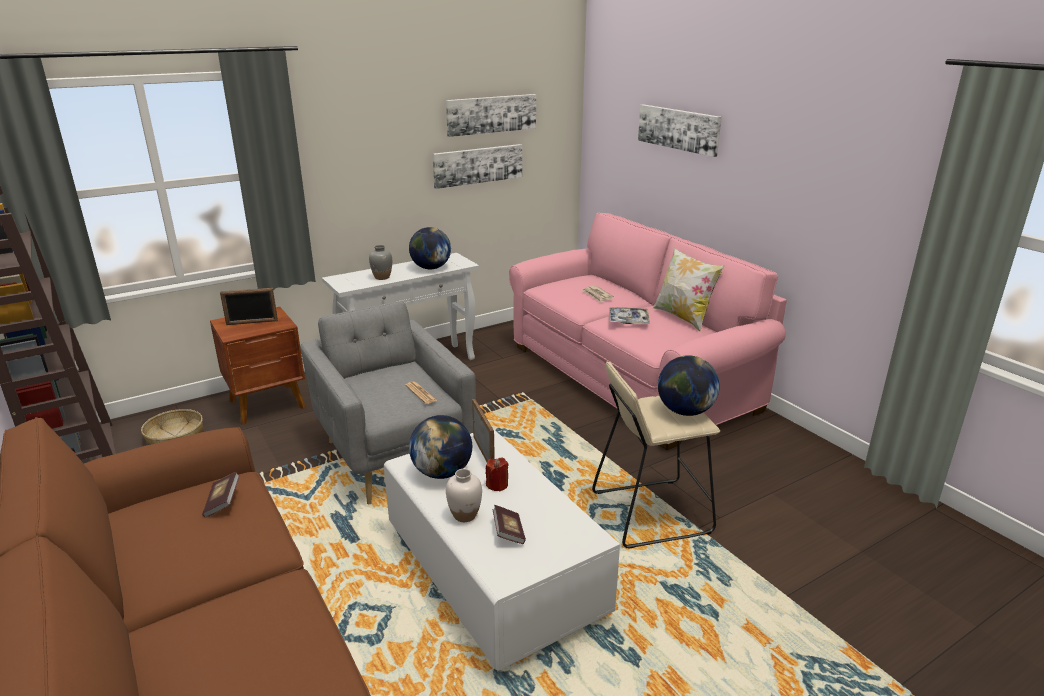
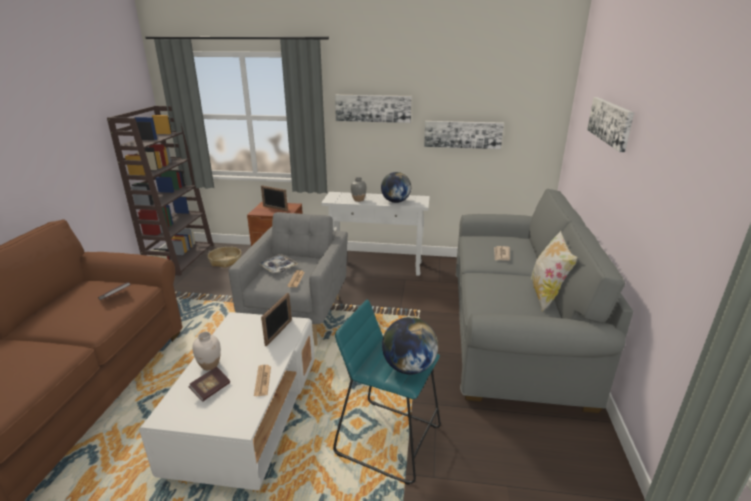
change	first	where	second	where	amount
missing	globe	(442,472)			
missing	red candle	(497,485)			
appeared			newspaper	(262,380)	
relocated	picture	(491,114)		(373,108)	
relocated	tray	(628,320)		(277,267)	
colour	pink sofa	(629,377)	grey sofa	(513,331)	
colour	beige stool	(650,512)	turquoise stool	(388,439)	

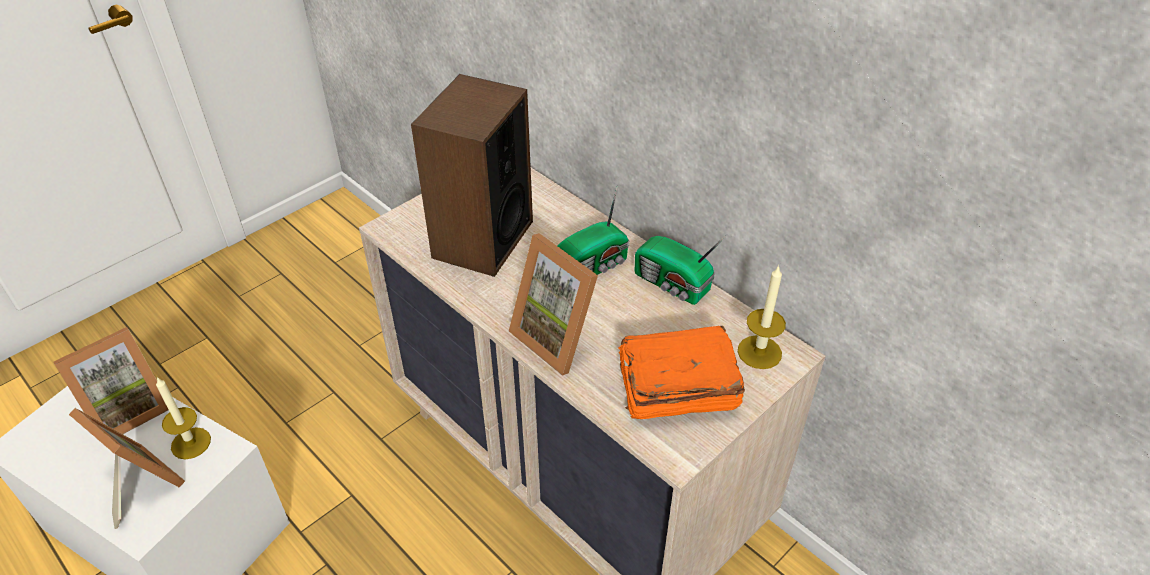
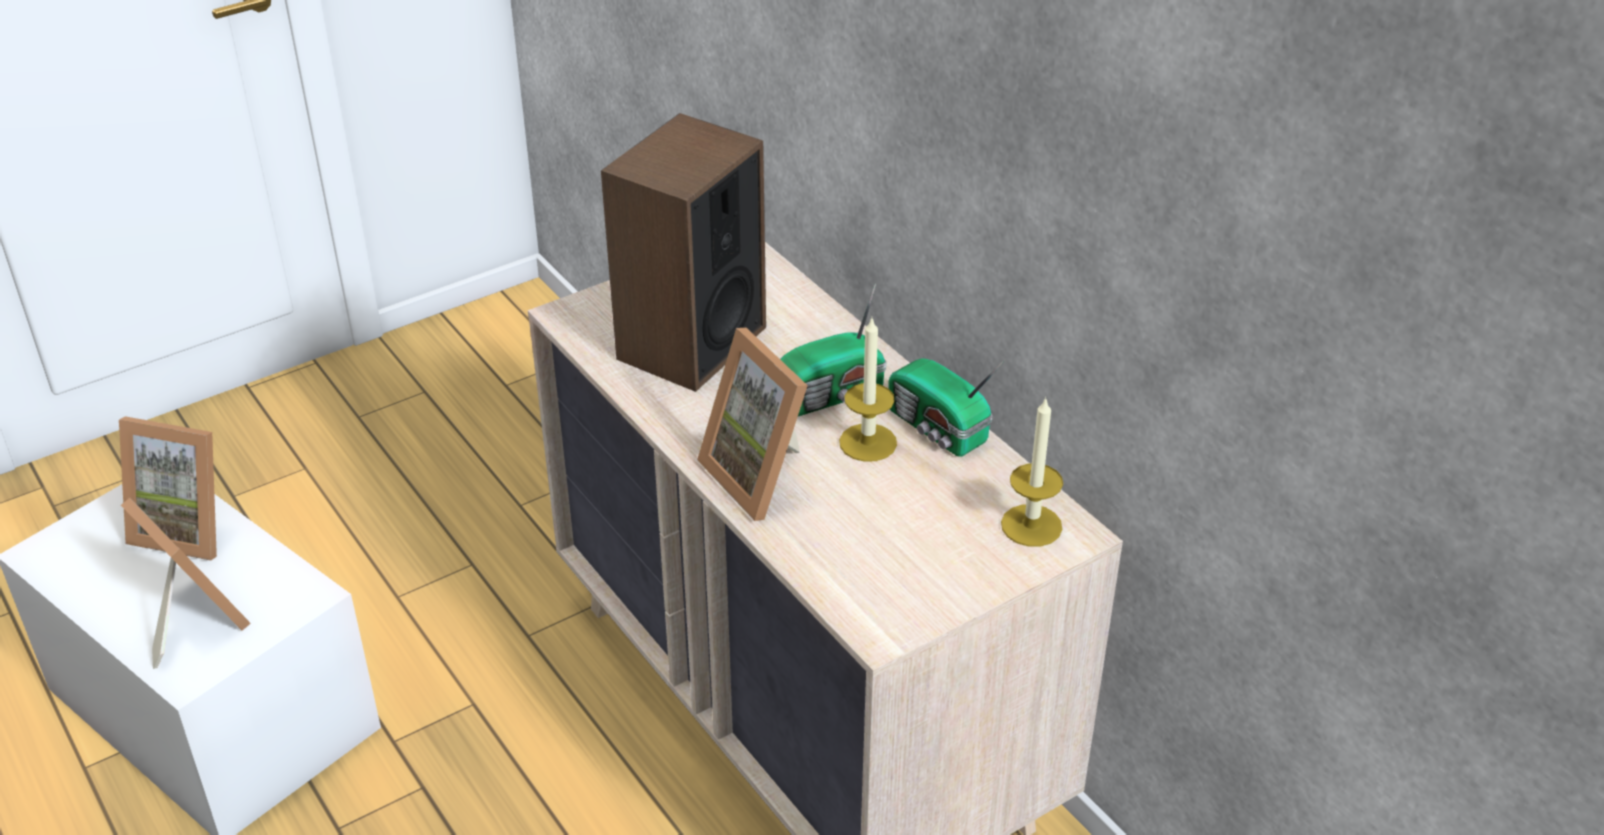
change	first	where	second	where	amount
missing	orange book	(675,388)			
relocated	candle	(191,443)		(868,442)	
spun	picture frame	(128,410)		(188,528)	45 degrees clockwise

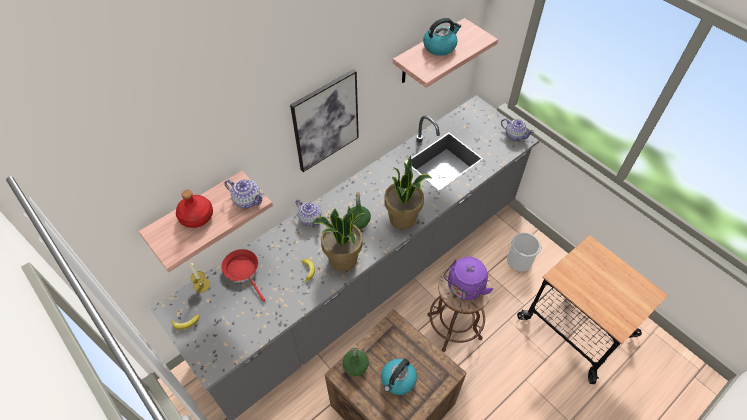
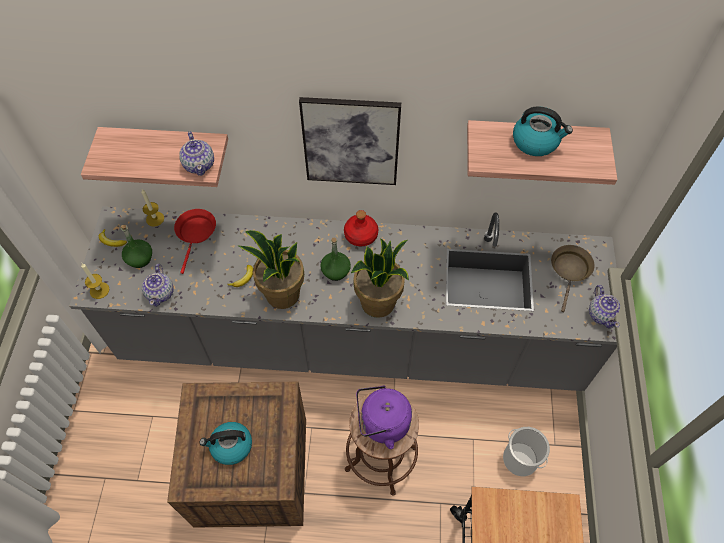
change	first	where	second	where	amount
appeared			candle	(99,290)	
appeared			brown frying pan	(570,271)	
relocated	red bottle	(196,217)		(360,235)	
relocated	teapot	(310,218)		(161,293)	
relocated	green bottle	(355,366)		(140,258)	

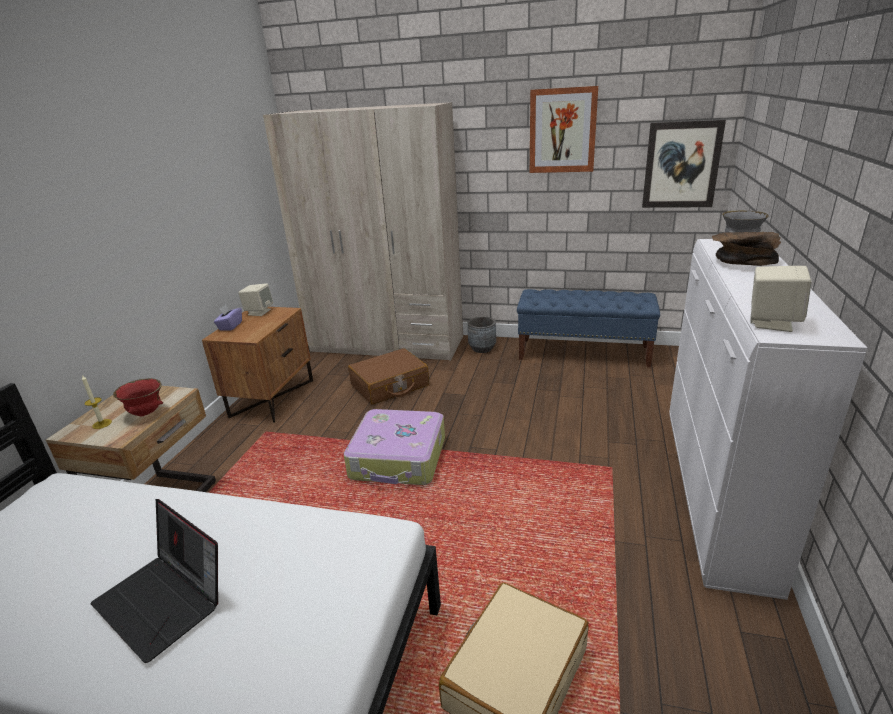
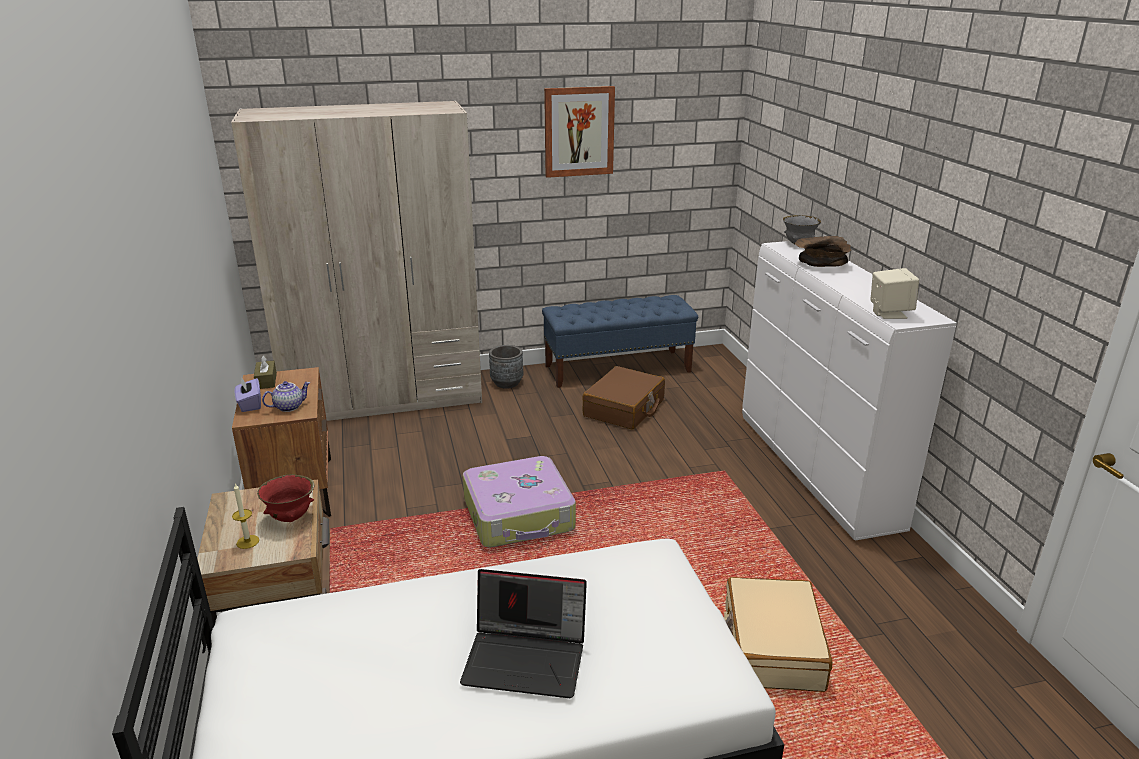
change	first	where	second	where	amount
missing	picture	(681,165)			
appeared			teapot	(289,407)	
relocated	brown suitcase	(390,386)		(624,408)	
exchanged	beige speaker	(259,312)	brown tissue box	(266,381)	

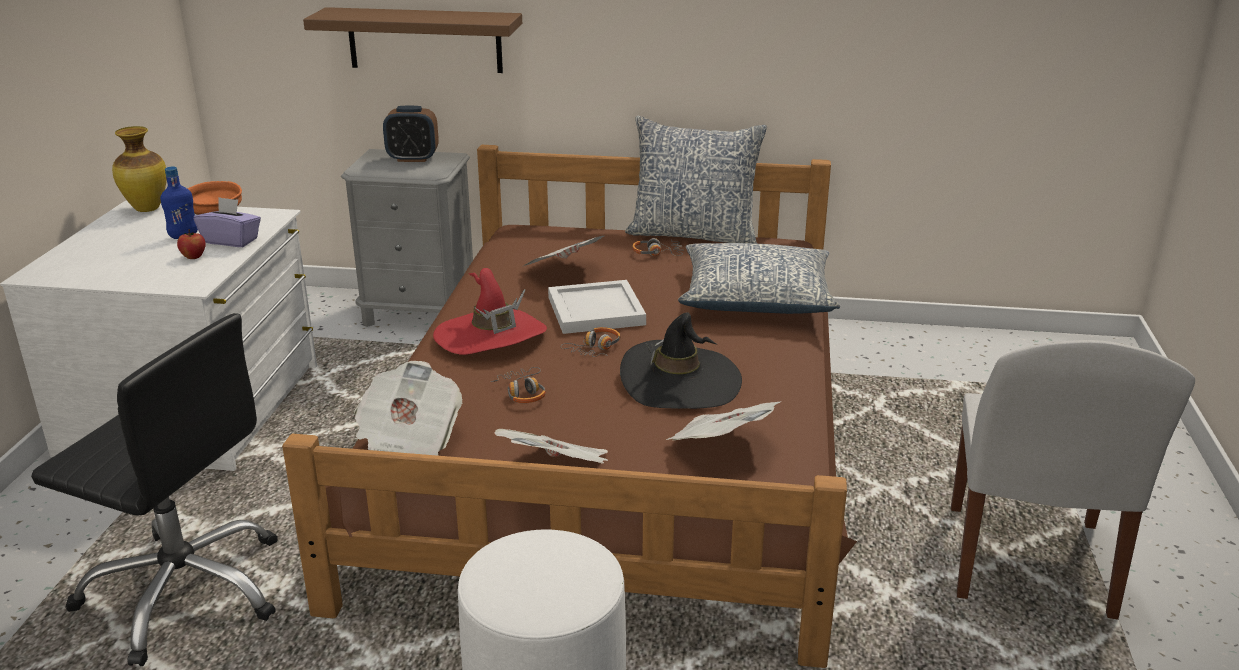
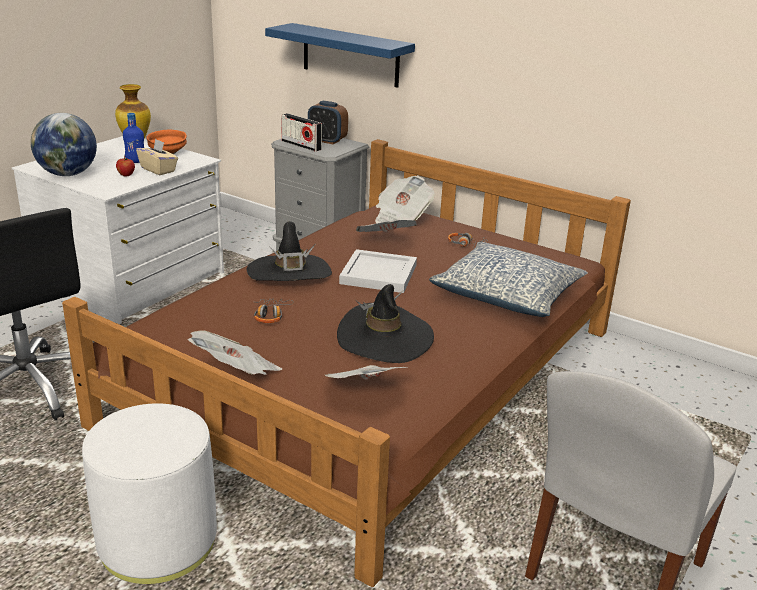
change	first	where	second	where	amount
missing	headphones	(595,348)			
missing	pillow	(693,234)			
appeared			globe	(67,174)	
appeared			radio	(301,145)	
relocated	newspaper	(407,444)		(401,217)	
colour	purple tissue box	(231,240)	beige tissue box	(158,170)	
colour	brown shelf	(424,40)	blue shelf	(350,55)	
colour	red hat	(490,336)	black hat	(289,273)	

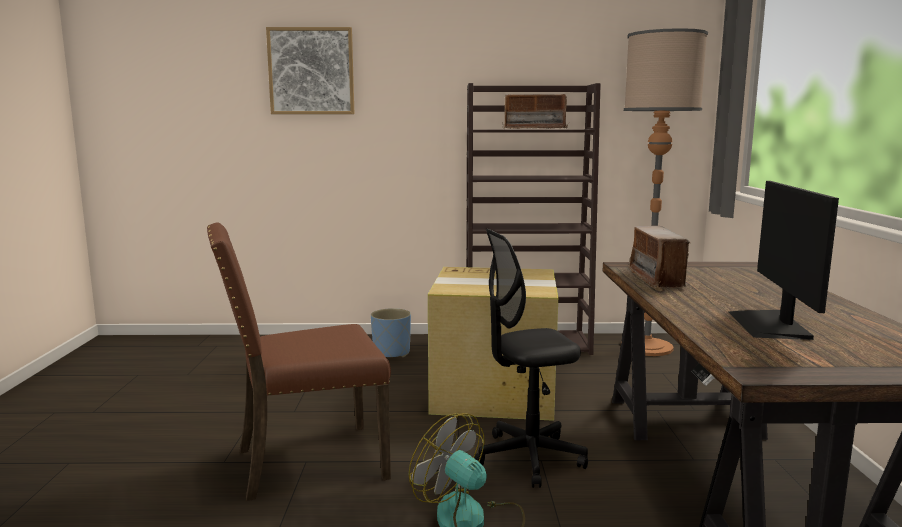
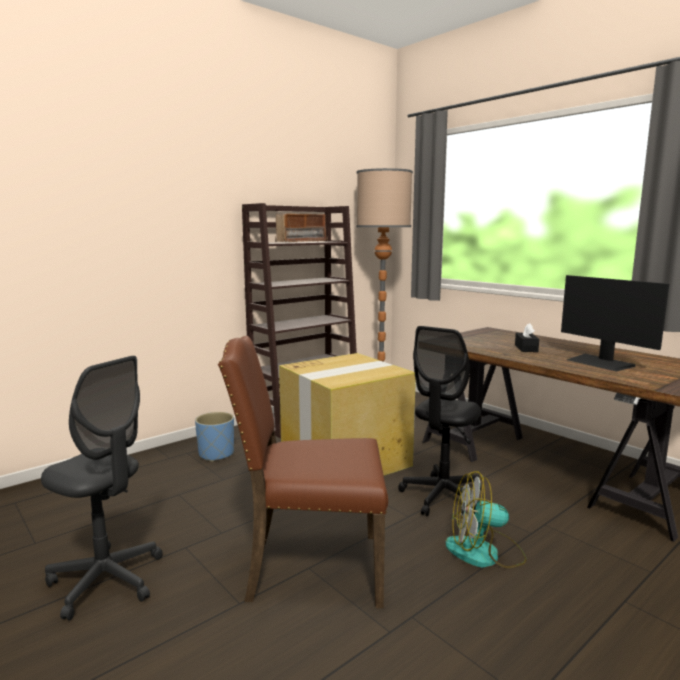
change	first	where	second	where	amount
missing	picture	(311,71)			
missing	radio	(657,279)			
appeared			grey office chair	(106,580)	
appeared			black tissue box	(526,348)	
spun	brown chair	(307,462)		(311,568)	60 degrees clockwise

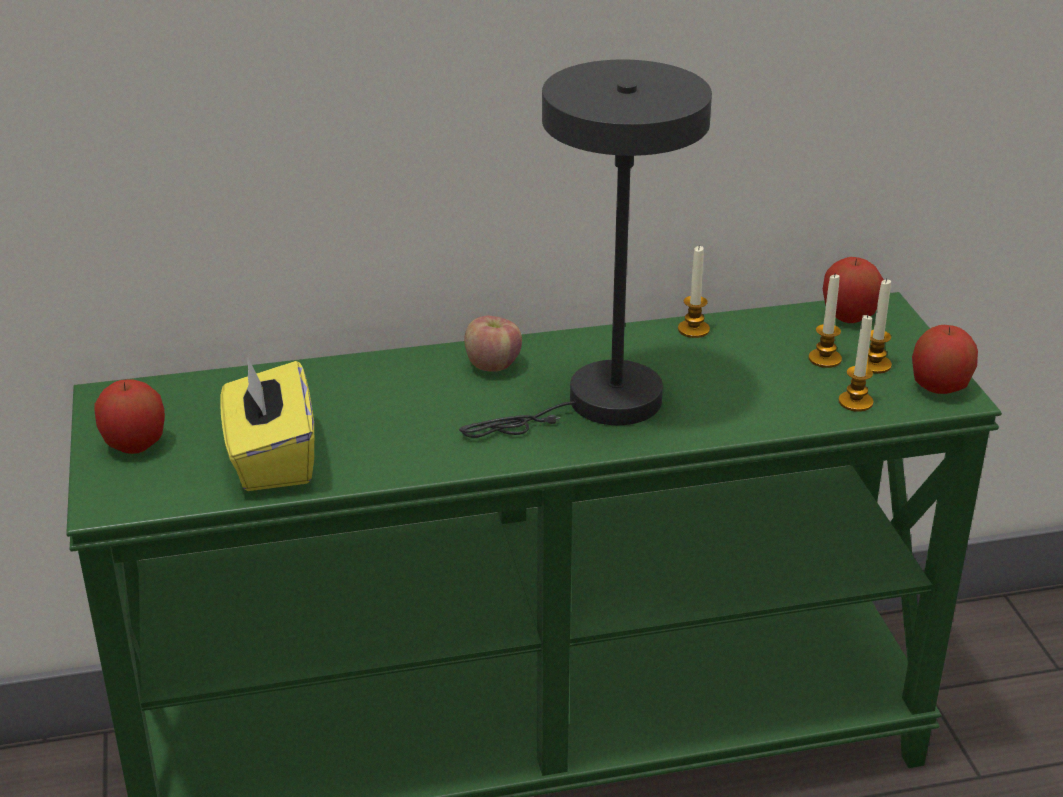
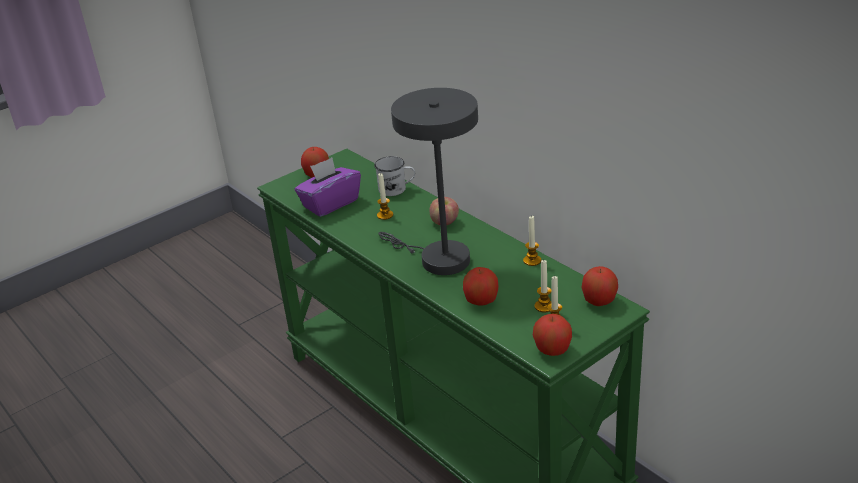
change	first	where	second	where	amount
appeared			white mug	(397,189)	
appeared			apple	(481,301)	
relocated	candle	(855,402)		(385,215)	
colour	yellow tissue box	(271,459)	purple tissue box	(330,203)	

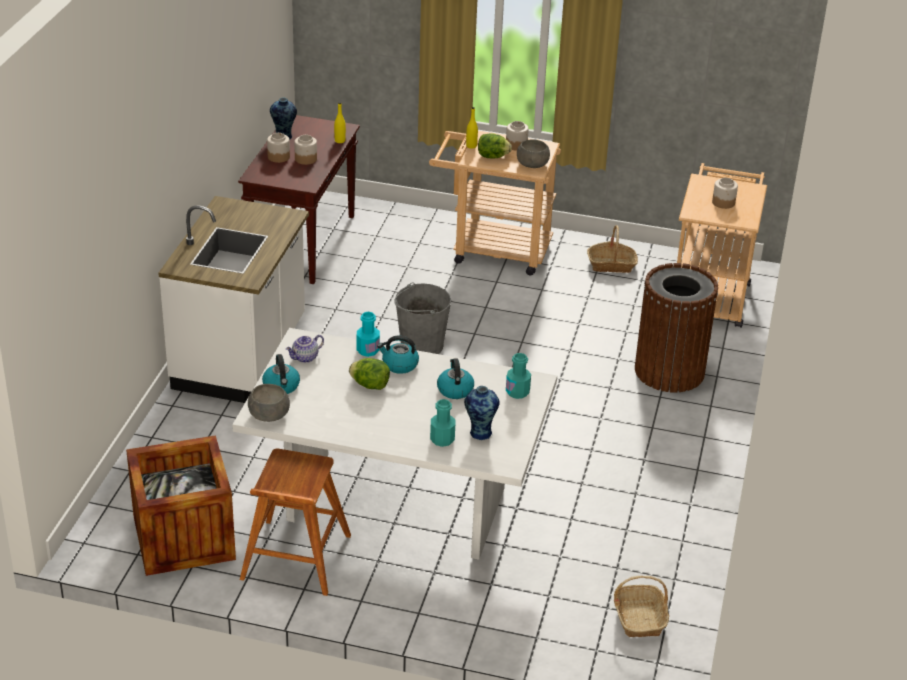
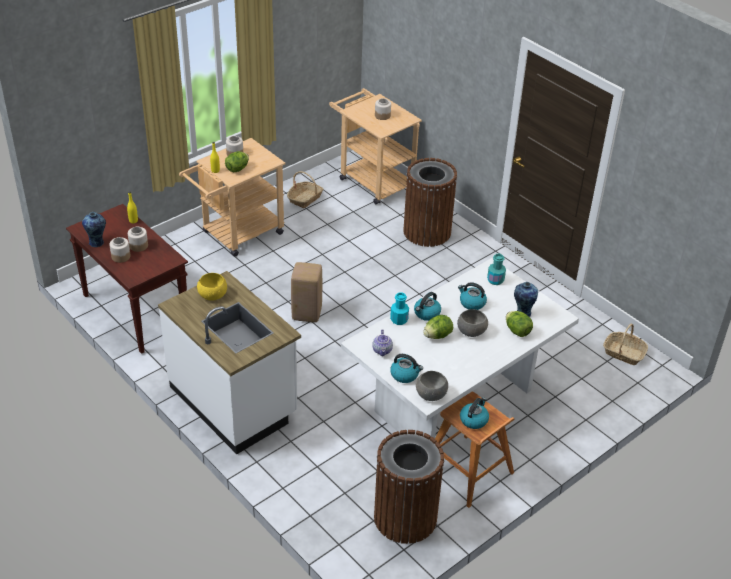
change	first	where	second	where	amount
appeared			yellow bowl	(212,295)	
appeared			kettle	(474,420)	
relocated	grey bowl	(533,164)		(471,330)	
exchanged	crate	(184,537)	brown trash can	(405,517)	
exchanged	grey bucket	(421,345)	beige stool	(306,314)	
exchanged	turquoise bottle	(442,439)	lettuce	(517,331)	

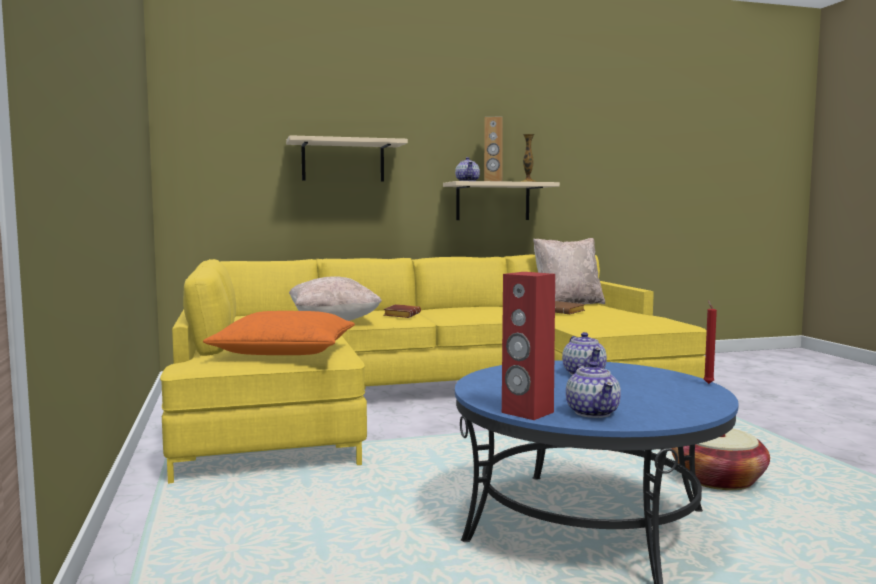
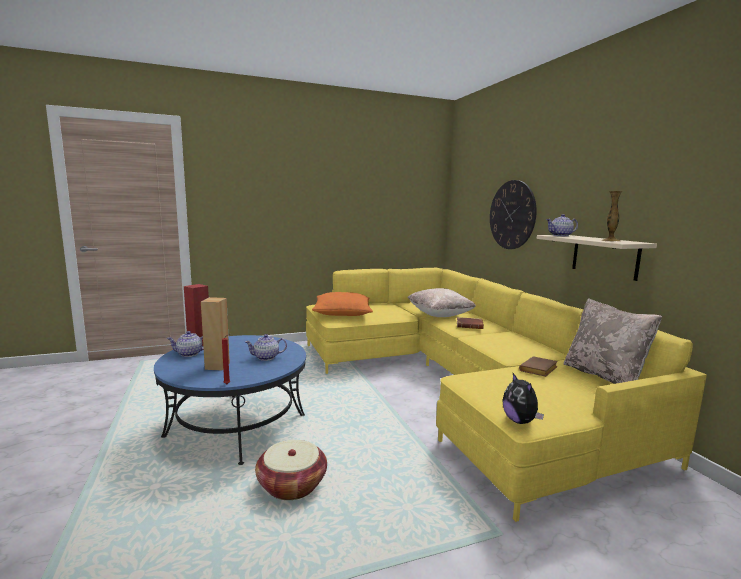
change	first	where	second	where	amount
appeared			plush toy	(520,421)	
relocated	brown speaker	(493,182)		(217,366)	
exchanged	beige shelf	(343,161)	wall clock	(512,215)	

